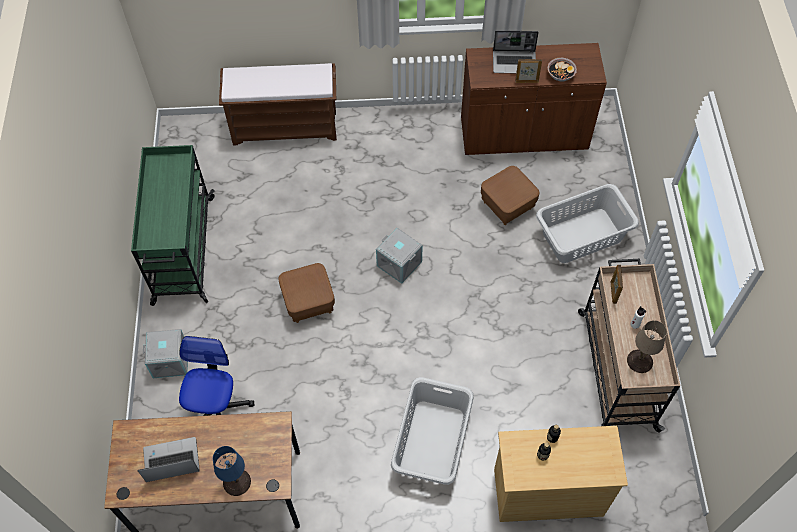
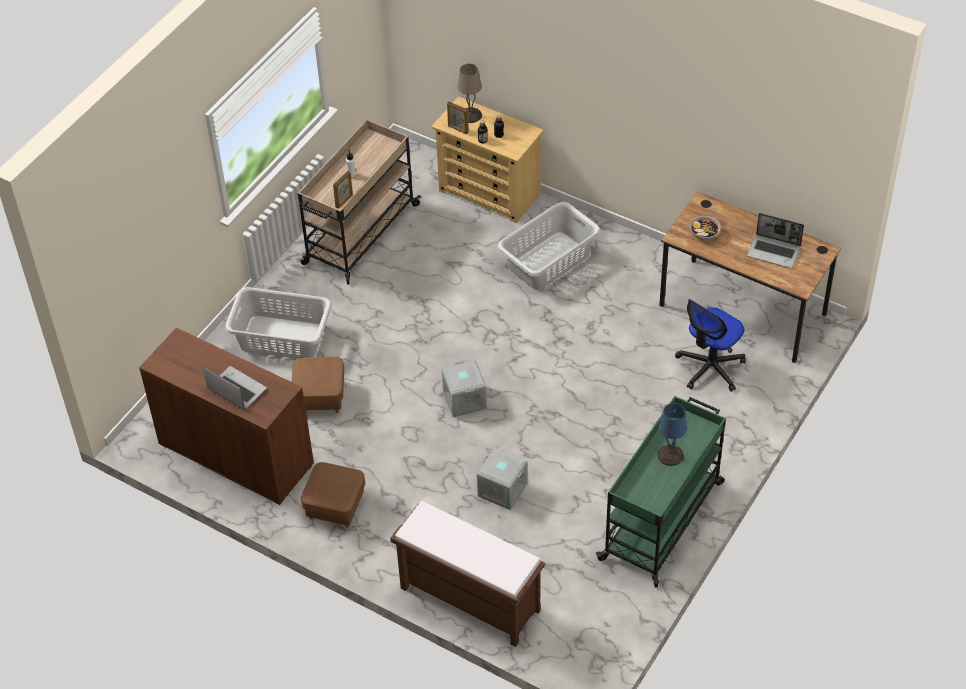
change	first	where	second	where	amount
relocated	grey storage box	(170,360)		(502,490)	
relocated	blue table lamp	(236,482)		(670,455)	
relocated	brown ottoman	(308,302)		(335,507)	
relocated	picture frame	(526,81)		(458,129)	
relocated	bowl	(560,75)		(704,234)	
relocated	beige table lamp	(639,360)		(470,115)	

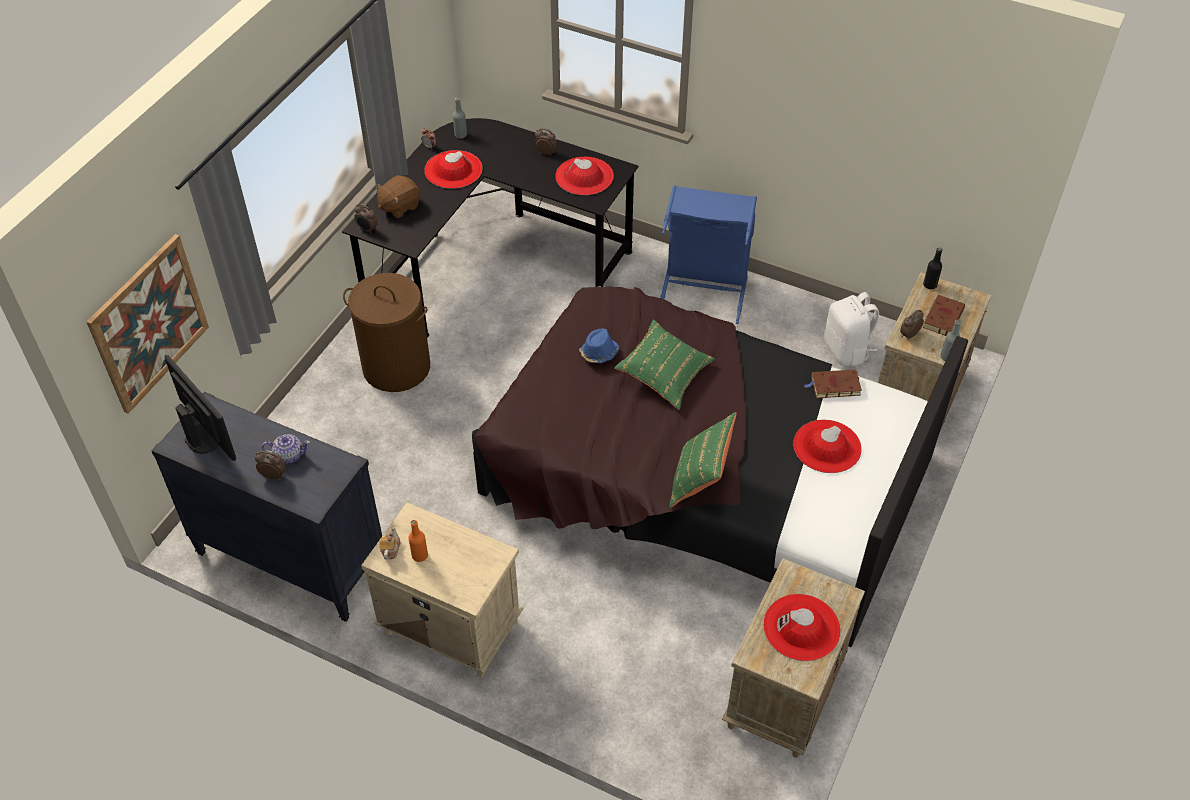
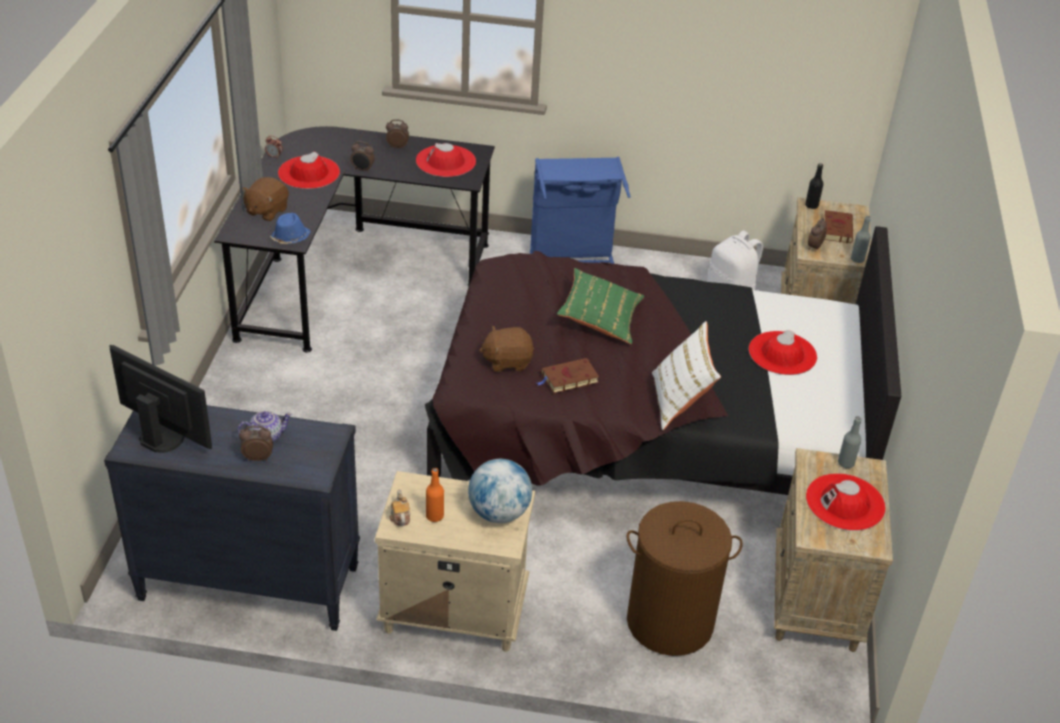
change	first	where	second	where	amount
missing	picture	(149,323)			
appeared			globe	(499,513)	
appeared			brown plush toy	(507,361)	
relocated	brown laundry basket	(396,367)		(669,622)	
relocated	alarm clock	(367,229)		(362,170)	
relocated	grey bottle	(460,135)		(846,463)	
relocated	blue hat	(598,353)		(290,238)	
relocated	brown book	(834,386)		(568,379)	
colour	green pillow	(699,480)	white pillow	(679,401)	

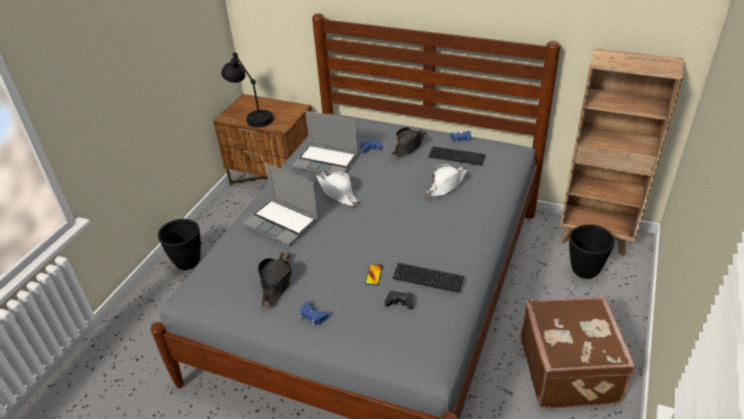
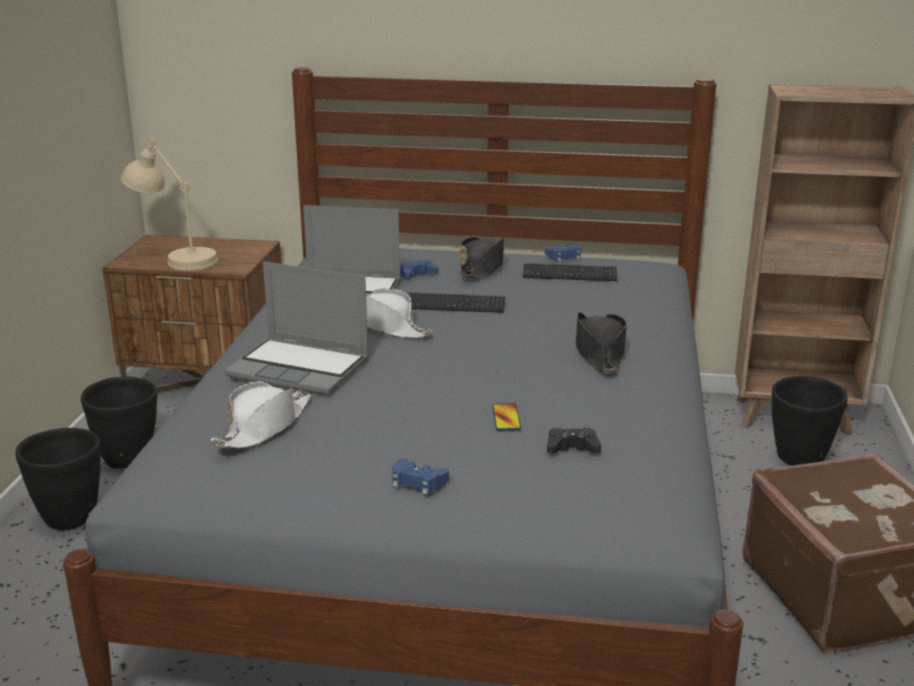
change	first	where	second	where	amount
appeared			black planter	(129,460)	
relocated	black hat	(276,282)		(599,352)	
relocated	keyboard	(428,279)		(454,305)	
relocated	white hat	(446,184)		(264,427)	
colour	black table lamp	(251,116)	beige table lamp	(175,258)	

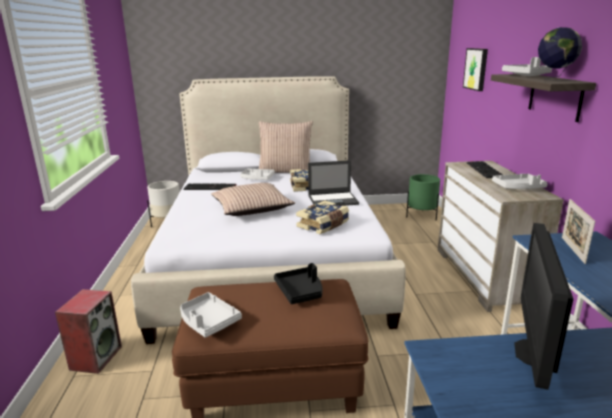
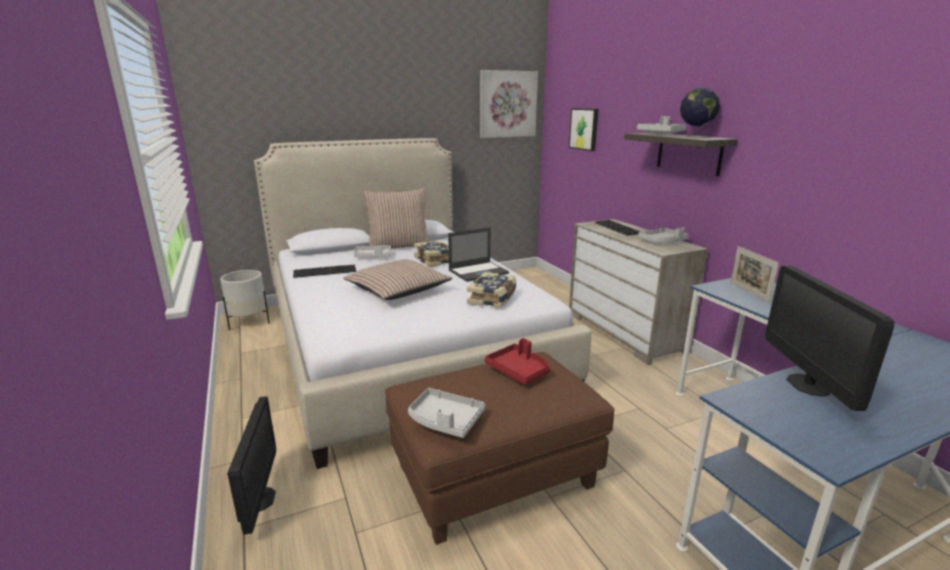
change	first	where	second	where	amount
missing	green planter	(422,216)			
appeared			picture	(507,104)	
exchanged	speaker	(96,357)	monitor	(260,499)	
colour	black tray	(300,291)	red tray	(519,371)	

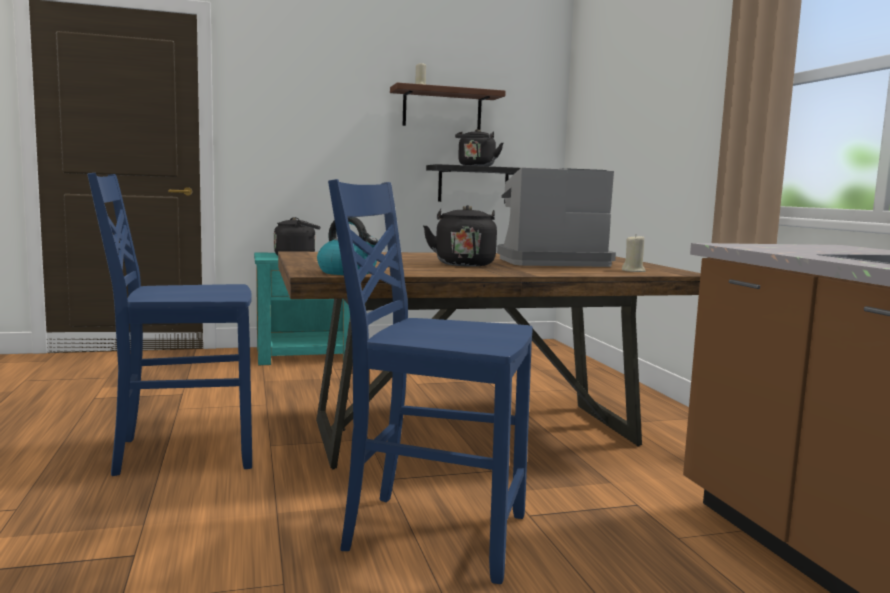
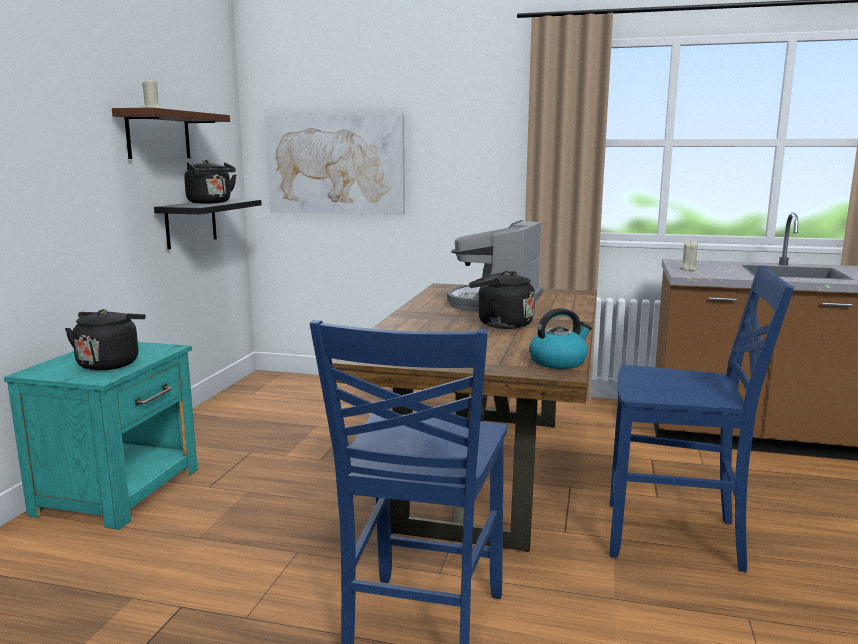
change	first	where	second	where	amount
appeared			picture	(335,164)	
relocated	beige candle	(633,271)		(688,269)	
spun	blue chair	(432,533)		(676,538)	120 degrees counterclockwise

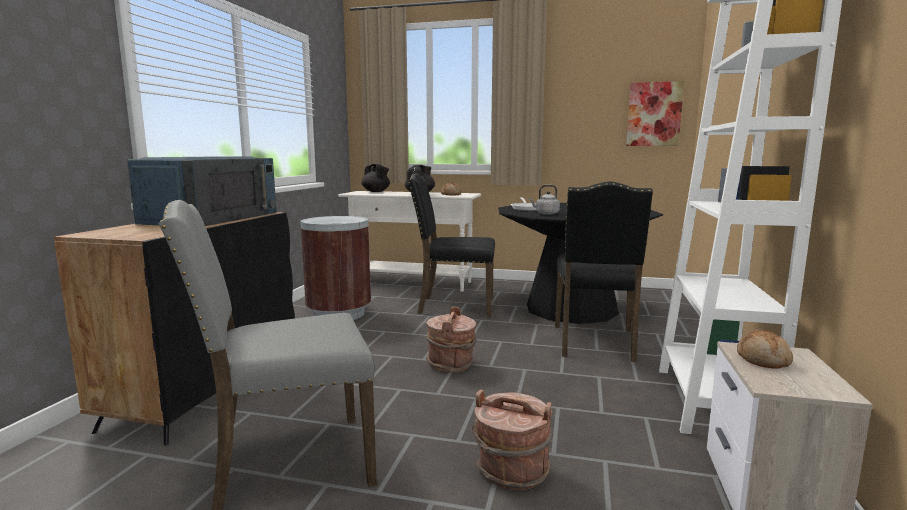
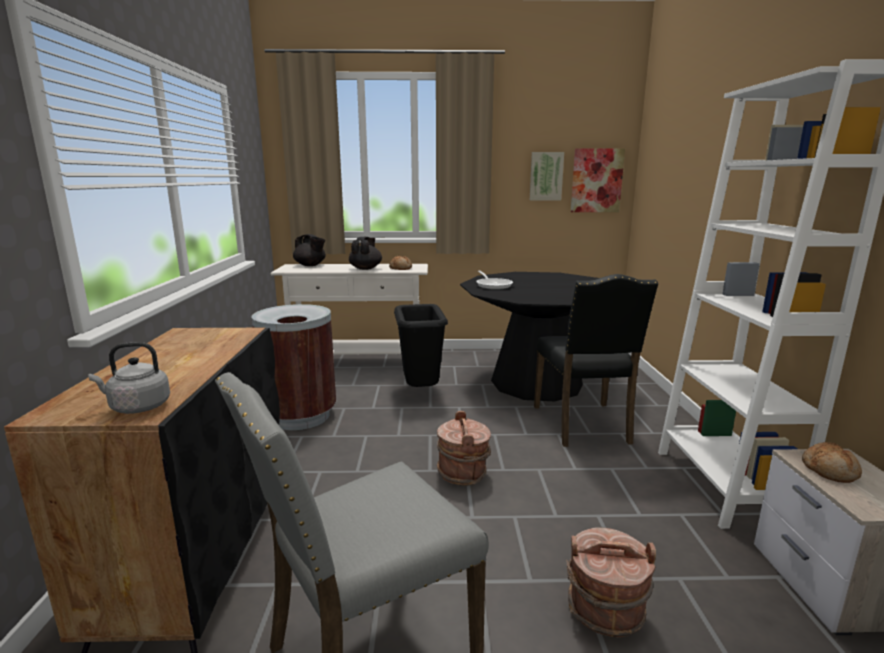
change	first	where	second	where	amount
missing	blue microwave	(212,217)			
appeared			picture	(546,176)	
relocated	grey kettle	(545,213)		(137,407)	
exchanged	black chair	(454,306)	black trash can	(420,391)	

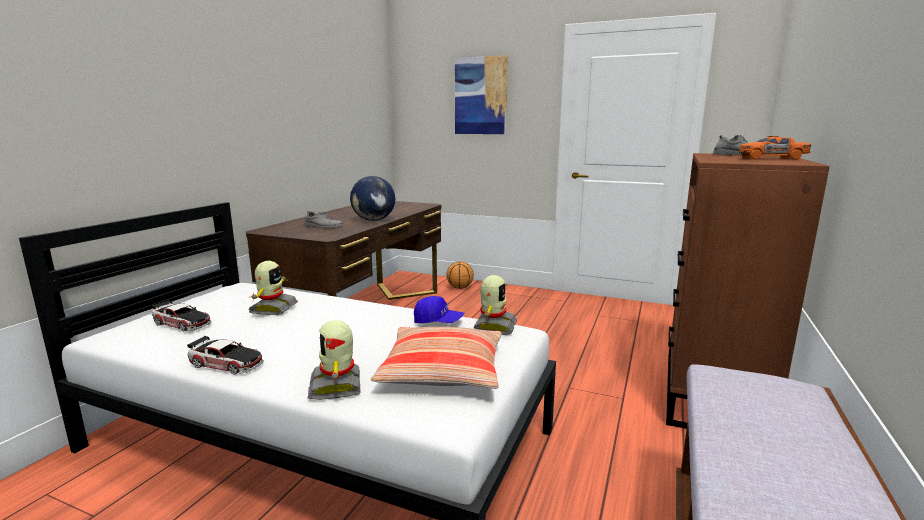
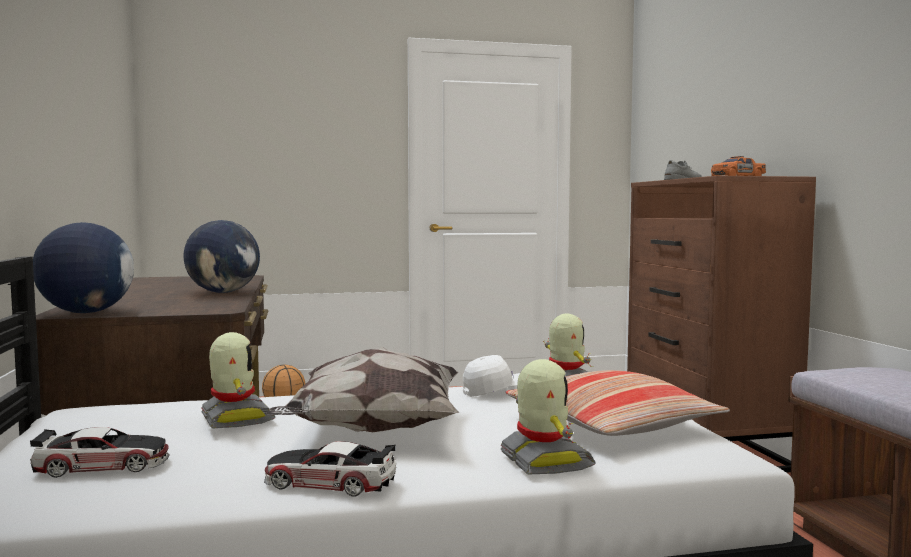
change	first	where	second	where	amount
missing	grey shoe	(323,226)			
missing	picture	(481,96)			
appeared			globe	(86,313)	
appeared			pillow	(372,430)	
colour	blue cap	(438,322)	white cap	(497,391)	
spun	toy car	(227,363)		(330,482)	150 degrees counterclockwise
spun	toy robot	(337,386)		(543,461)	150 degrees counterclockwise

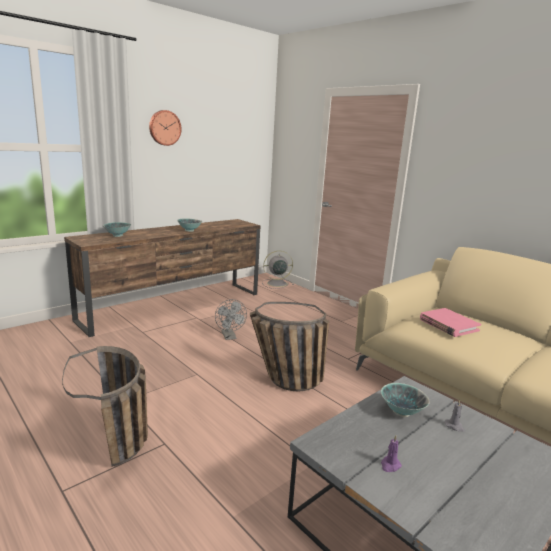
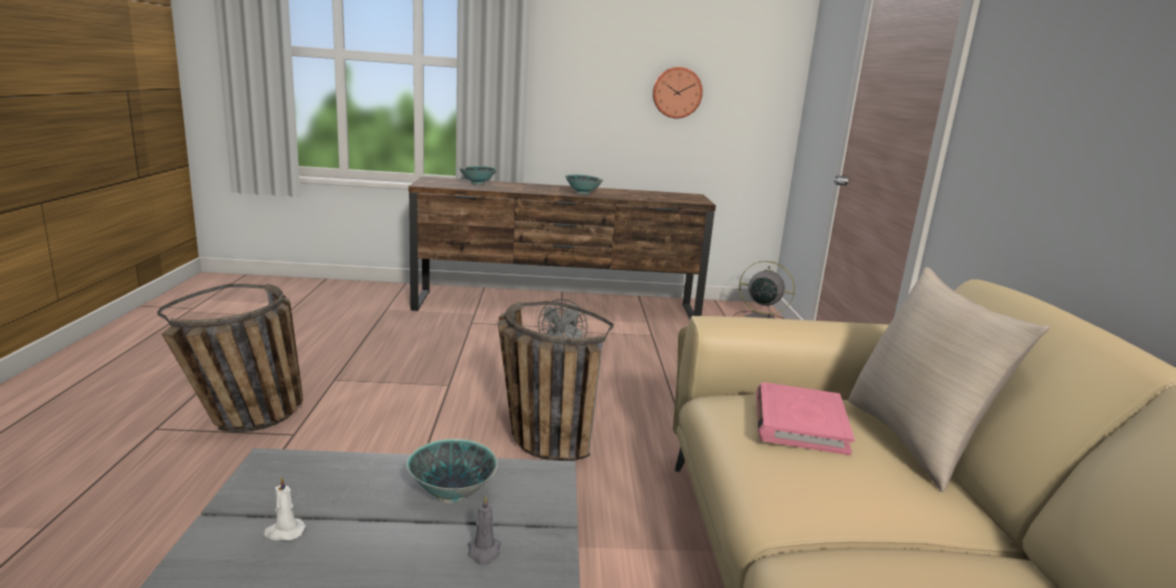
change	first	where	second	where	amount
appeared			beige pillow	(915,441)	
relocated	wall clock	(164,128)		(677,92)	
colour	purple candle	(390,465)	white candle	(284,532)	

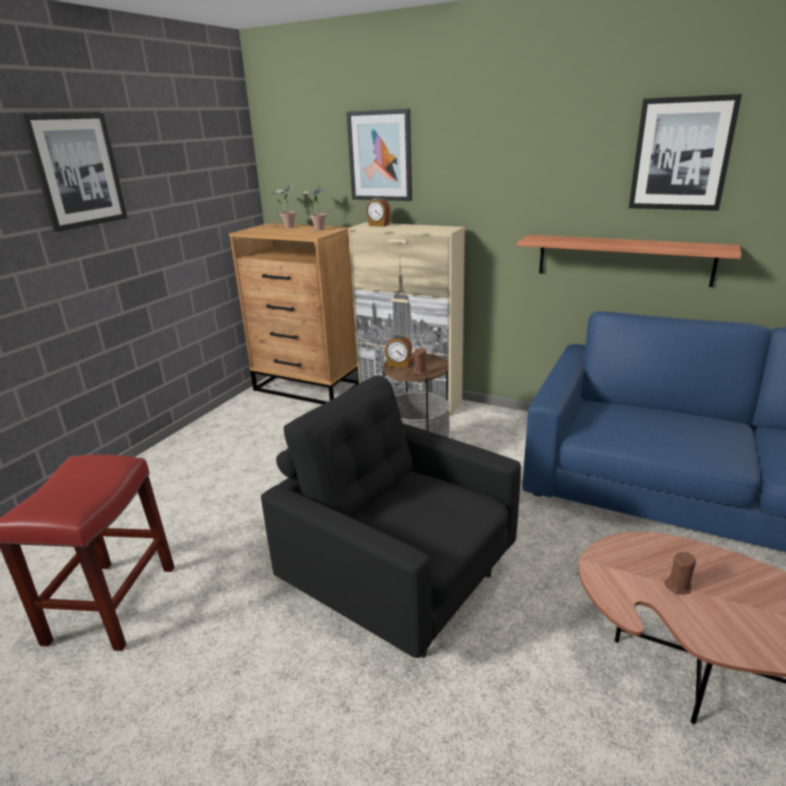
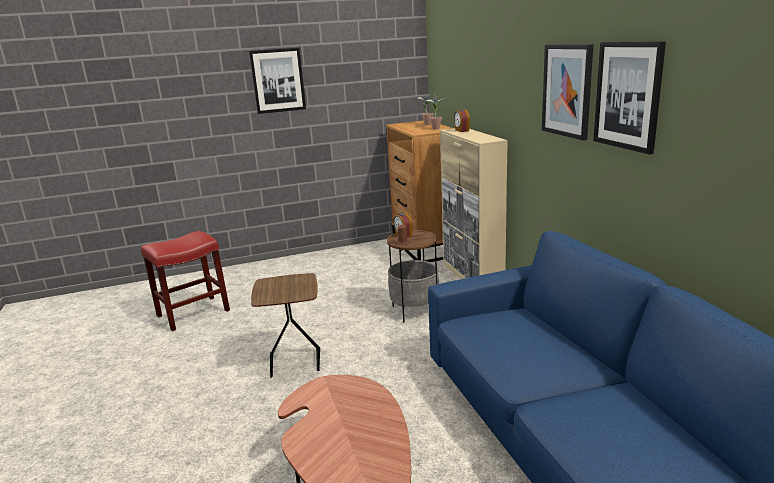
change	first	where	second	where	amount
missing	shelf	(623,259)			
missing	brown candle	(678,586)			
relocated	picture	(380,156)		(567,90)	
exchanged	black armchair	(398,580)	brown side table	(295,363)	

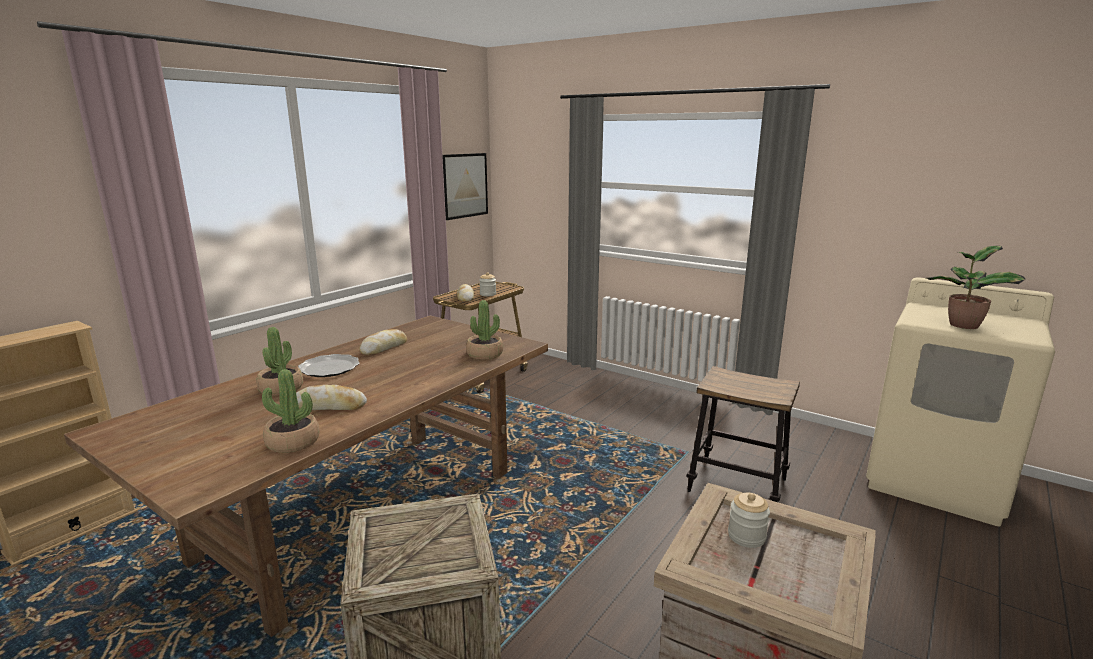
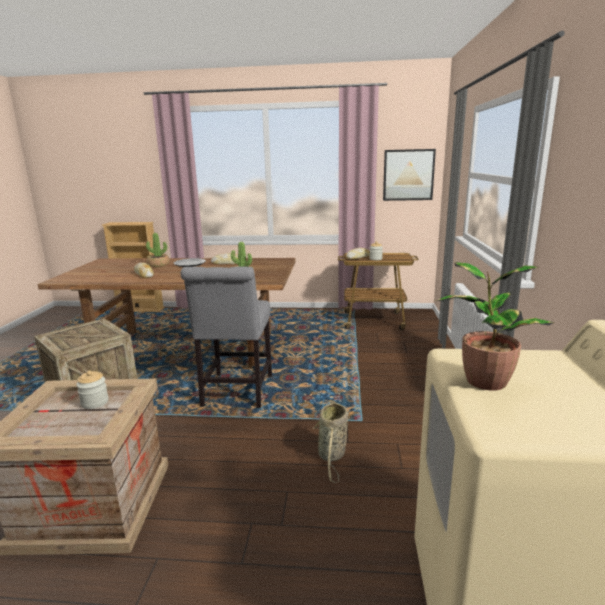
change	first	where	second	where	amount
missing	potted plant	(292,442)			
appeared			grey chair	(236,393)	
exchanged	stool	(737,485)	basket	(332,456)	

